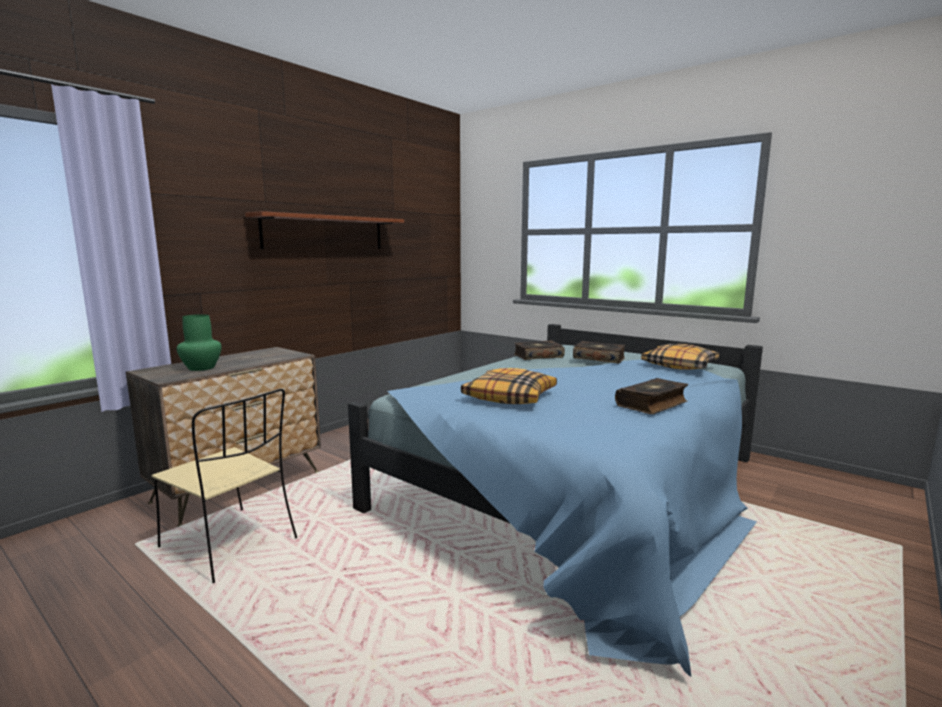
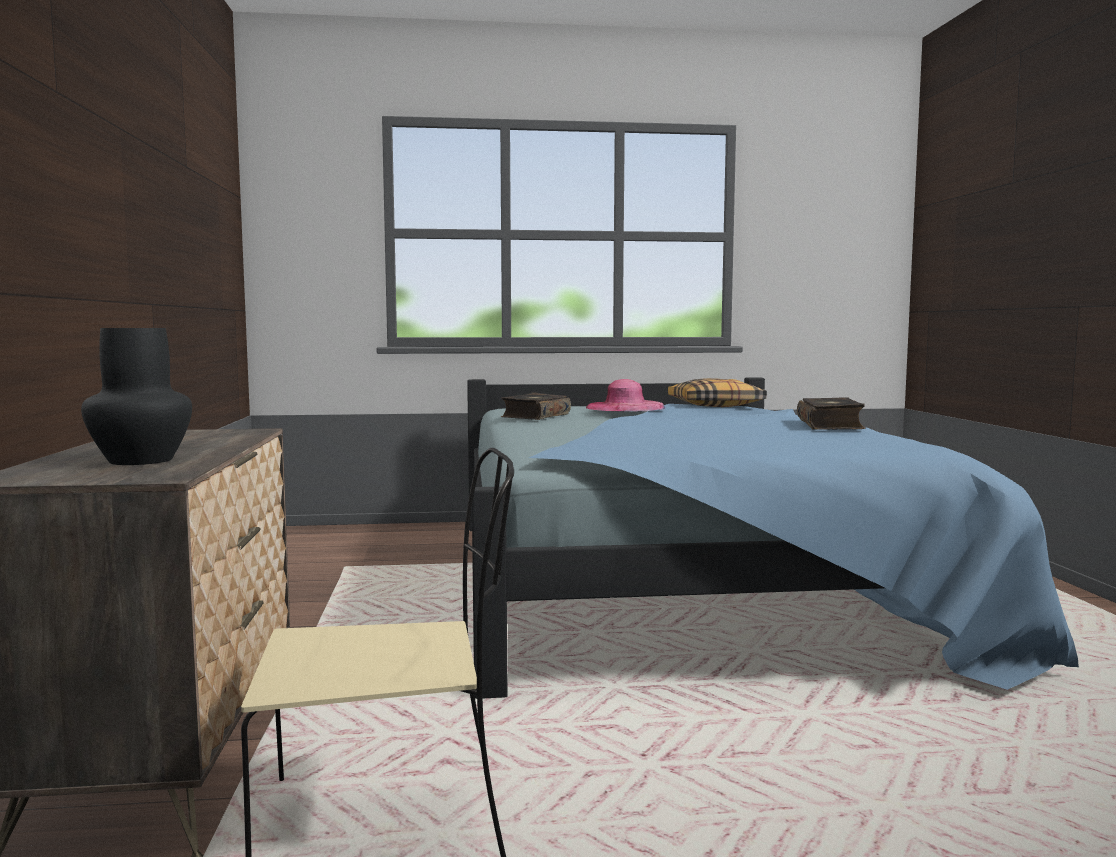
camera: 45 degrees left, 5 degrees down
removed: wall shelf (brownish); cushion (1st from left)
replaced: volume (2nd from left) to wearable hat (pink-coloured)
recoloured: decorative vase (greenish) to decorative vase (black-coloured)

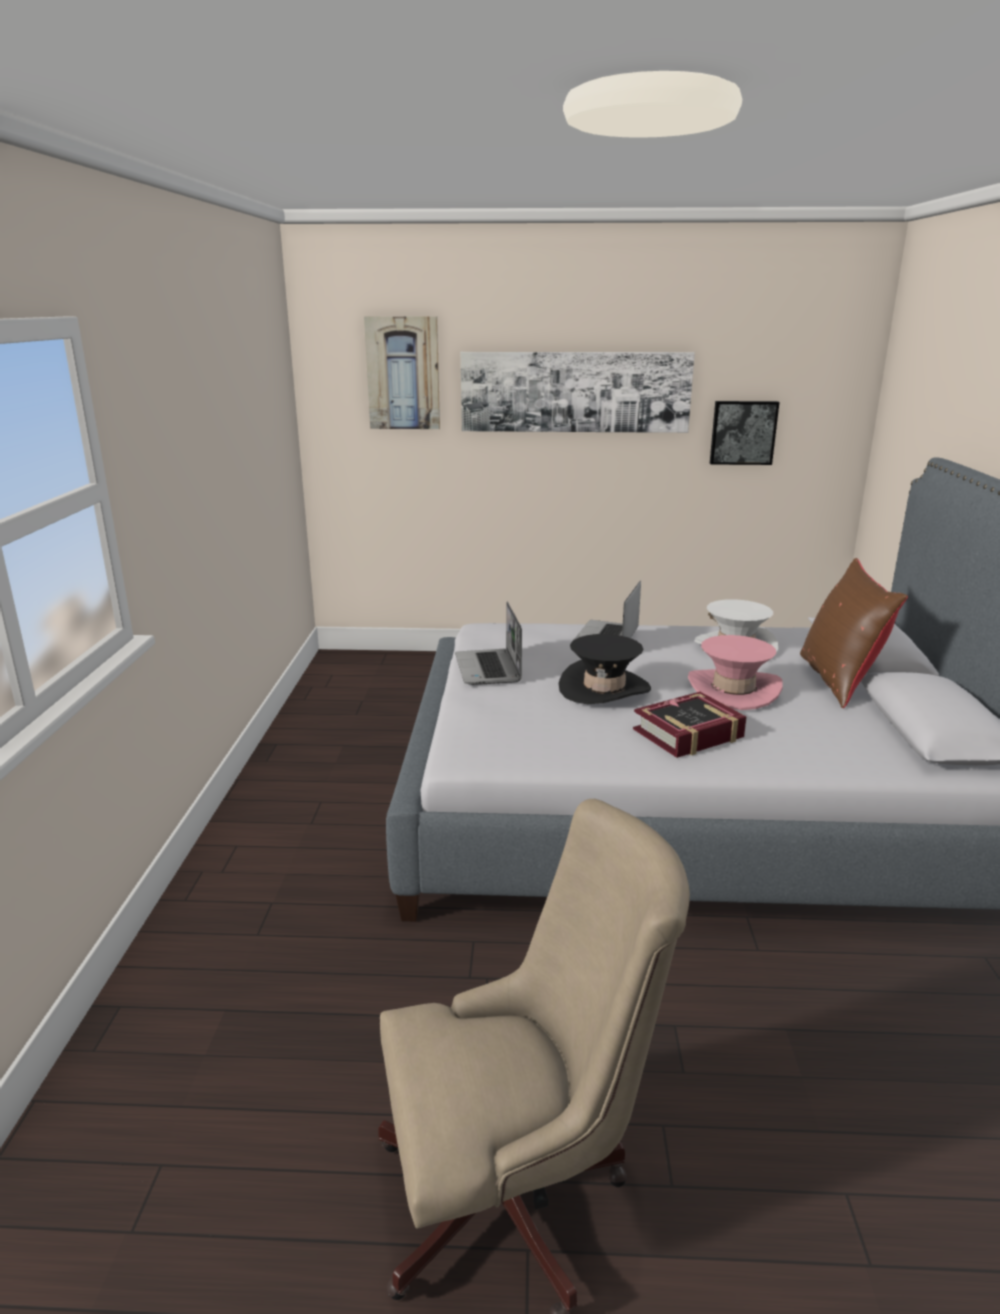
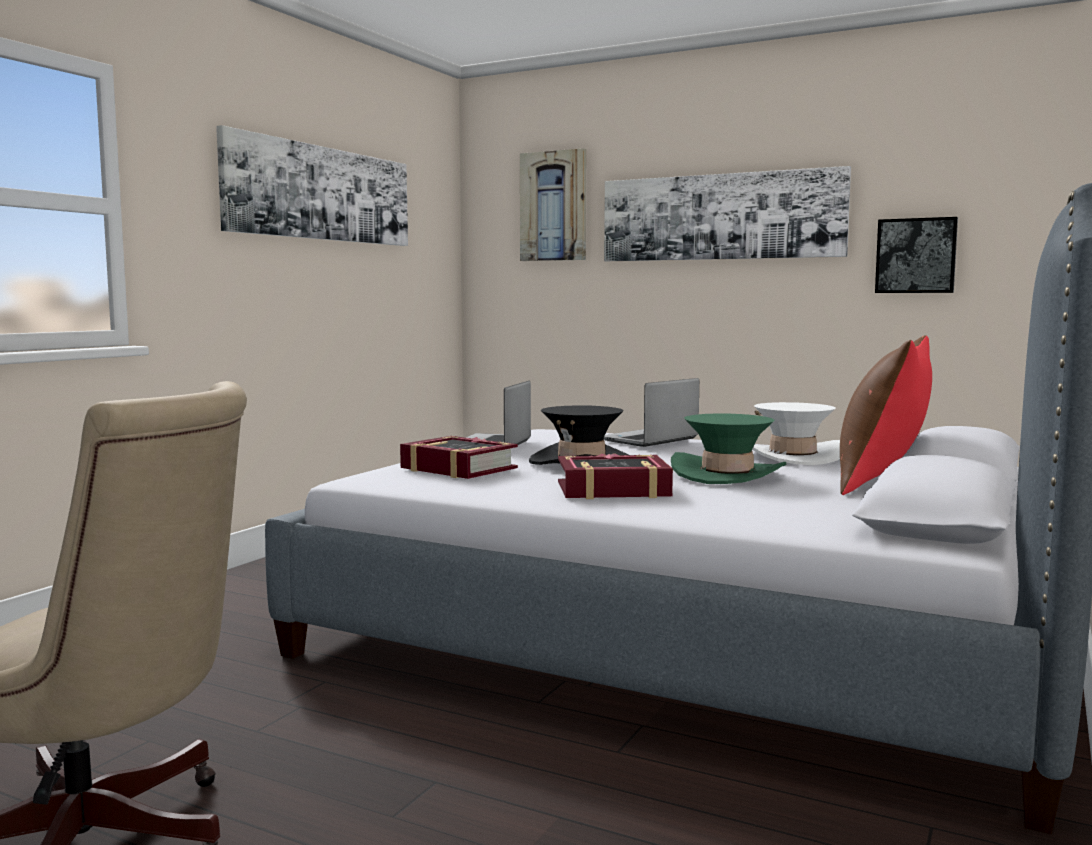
camera: 25 degrees right, 15 degrees down
added: wall picture (1st from left); volume (1st from left)
recoloured: wearable hat (pink-coloured) to wearable hat (greenish)

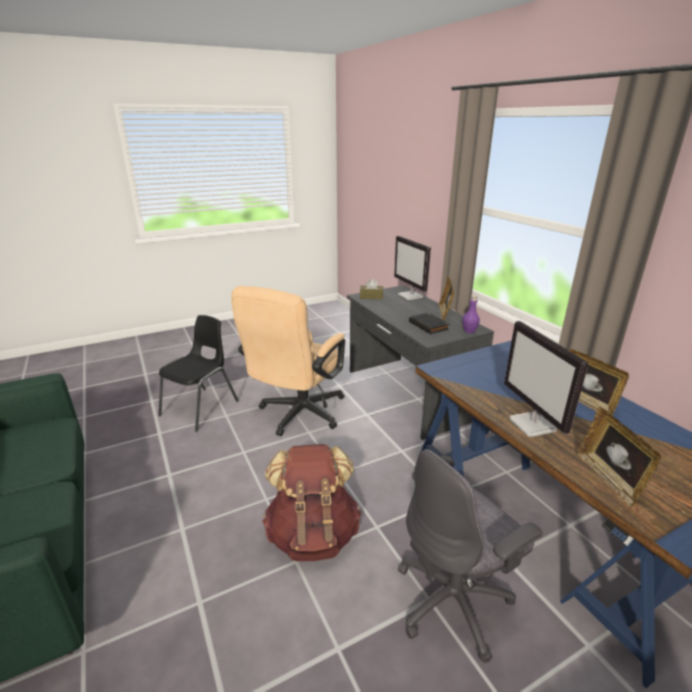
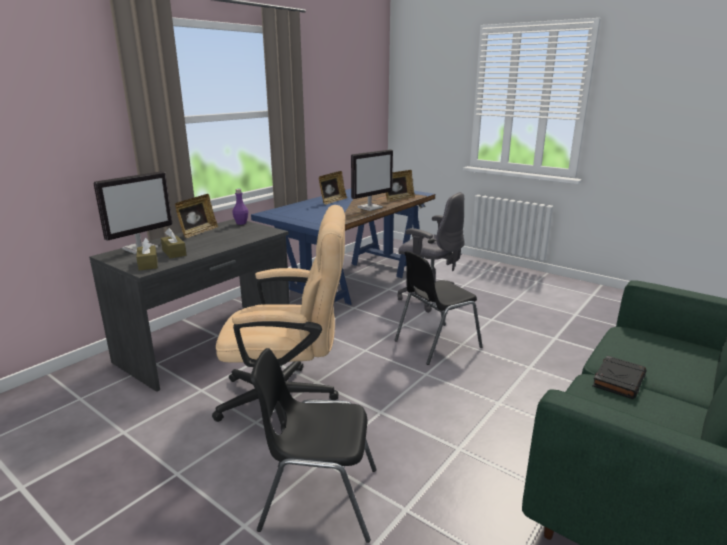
camera: 115 degrees left, 5 degrees down
added: tissue holder (brownish) (2nd from left)
moved: volume (black-coloured)
replaced: backpack (brownish) to plain chair (black-coloured) (2nd from left)
turned: standing frame (1st from left) 45 degrees counterclockwise

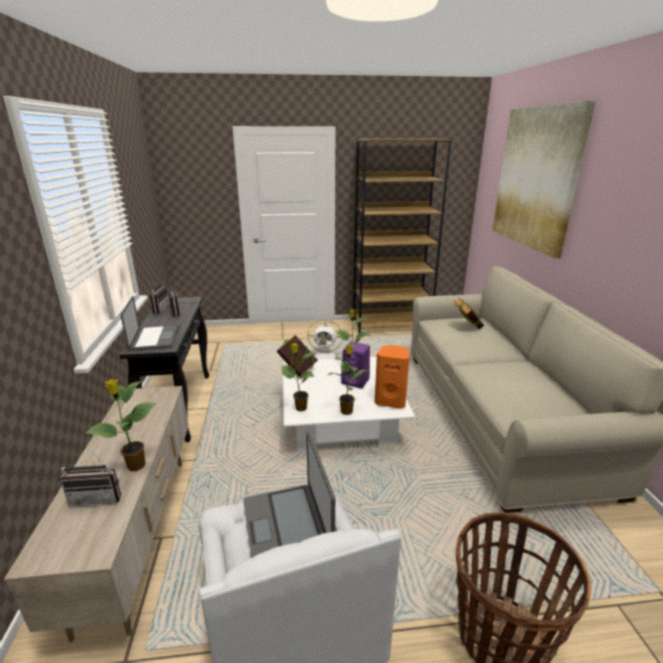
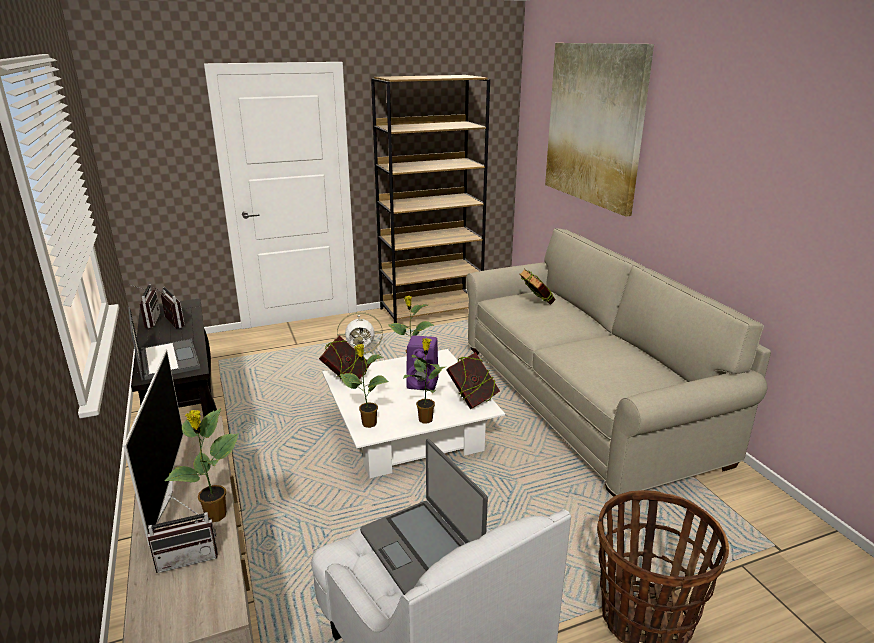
camera: 15 degrees left, 0 degrees up
added: television
replaced: audio speaker (orange) to volume (2nd from left)

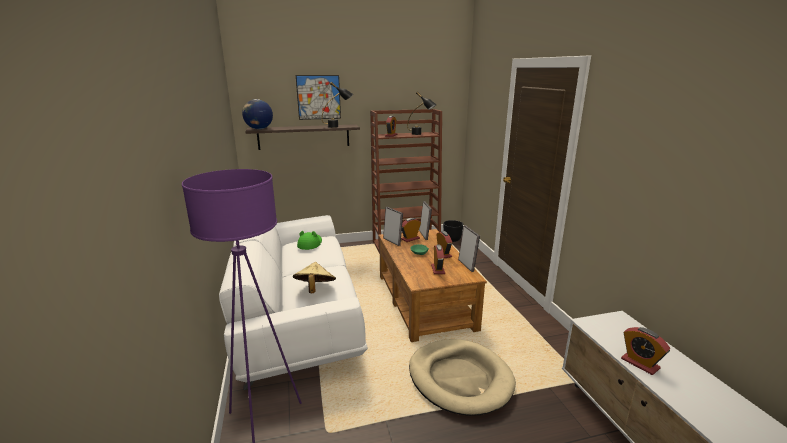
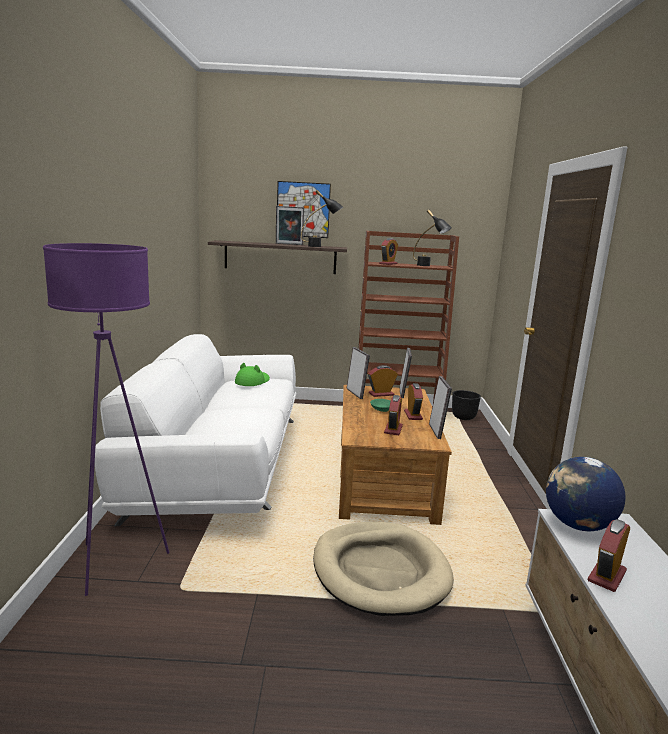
camera: 15 degrees right, 5 degrees down
removed: wearable hat (beige)
added: standing frame (1st from left)
moved: world globe
turned: bedside clock (5th from left) 60 degrees clockwise

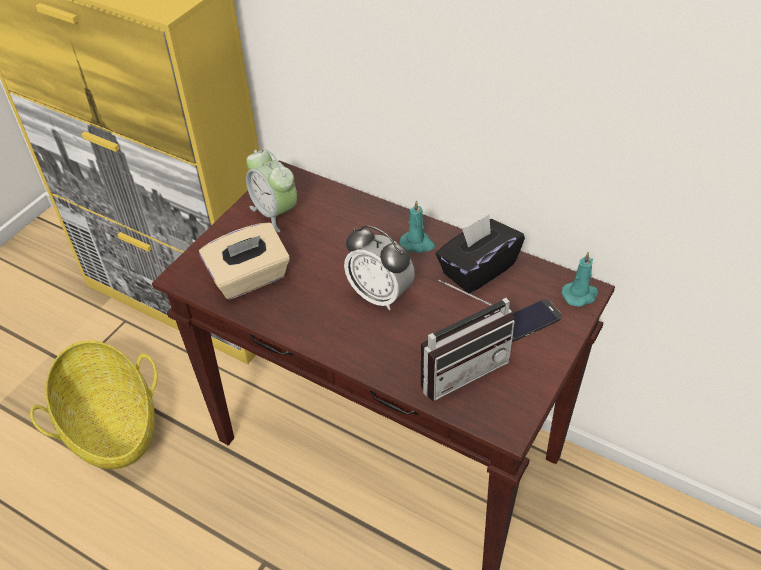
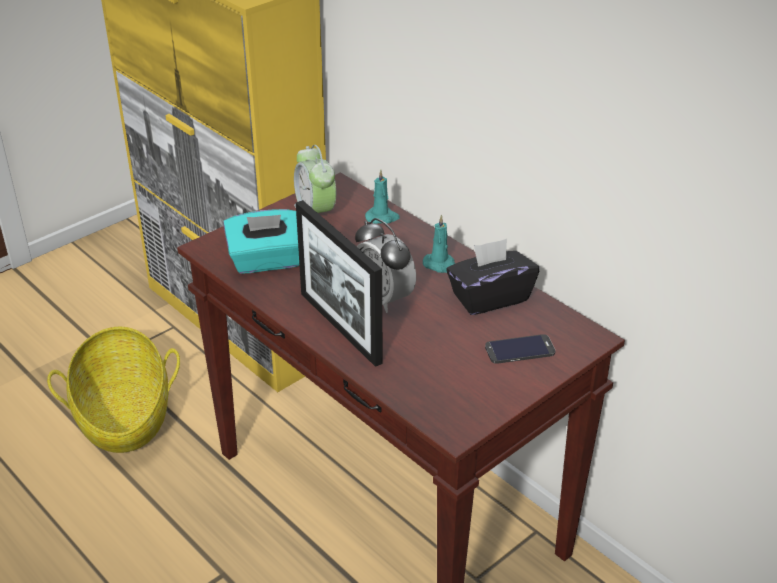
camera: 15 degrees right, 10 degrees down
removed: radio receiver
added: standing frame
moved: wax light (turquoise) (2nd from left in the first image) to wax light (turquoise) (1st from left)
recoloured: tissue holder (beige) to tissue holder (turquoise)

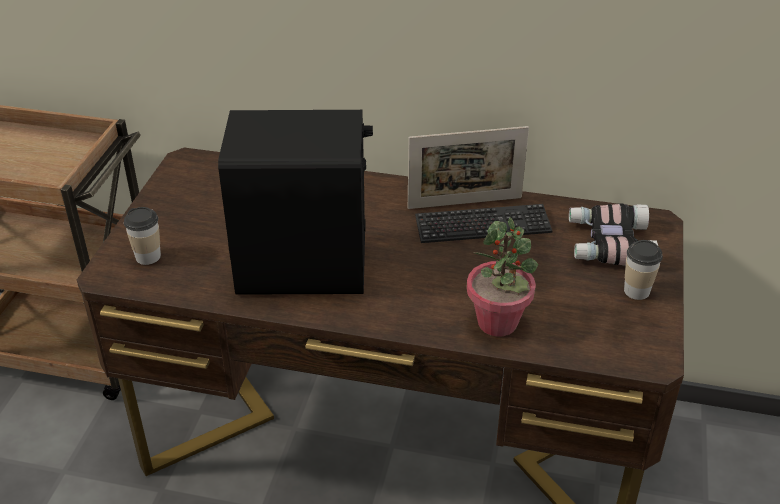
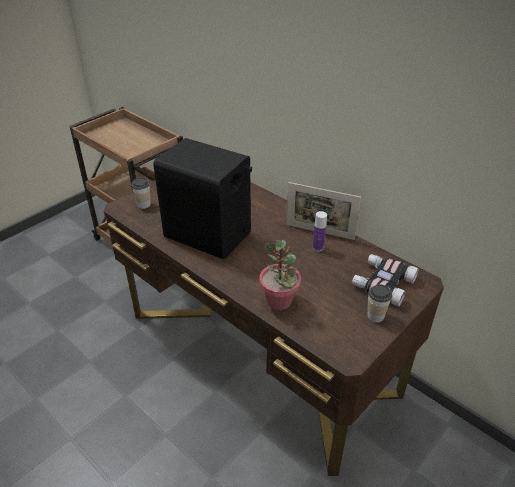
camera: 30 degrees right, 0 degrees up
replaced: computer keyboard to bottle

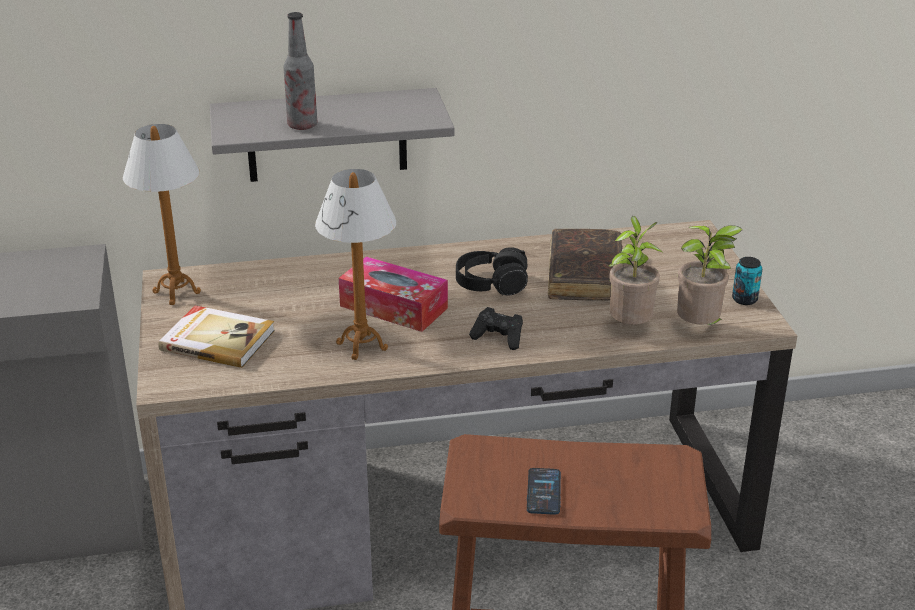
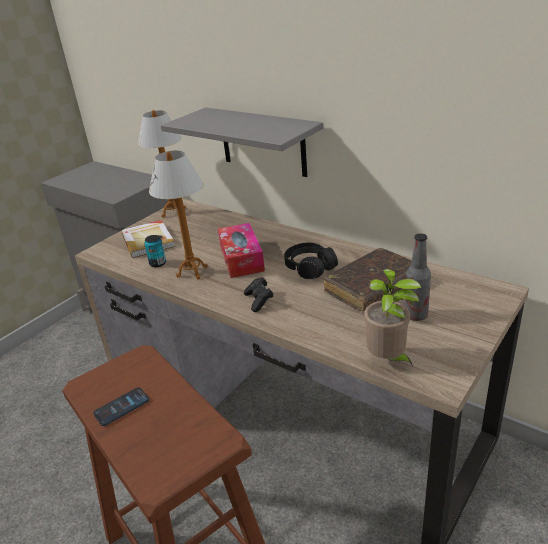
camera: 50 degrees right, 0 degrees up
removed: potted plant (1st from left)
moved: bottle; metal can

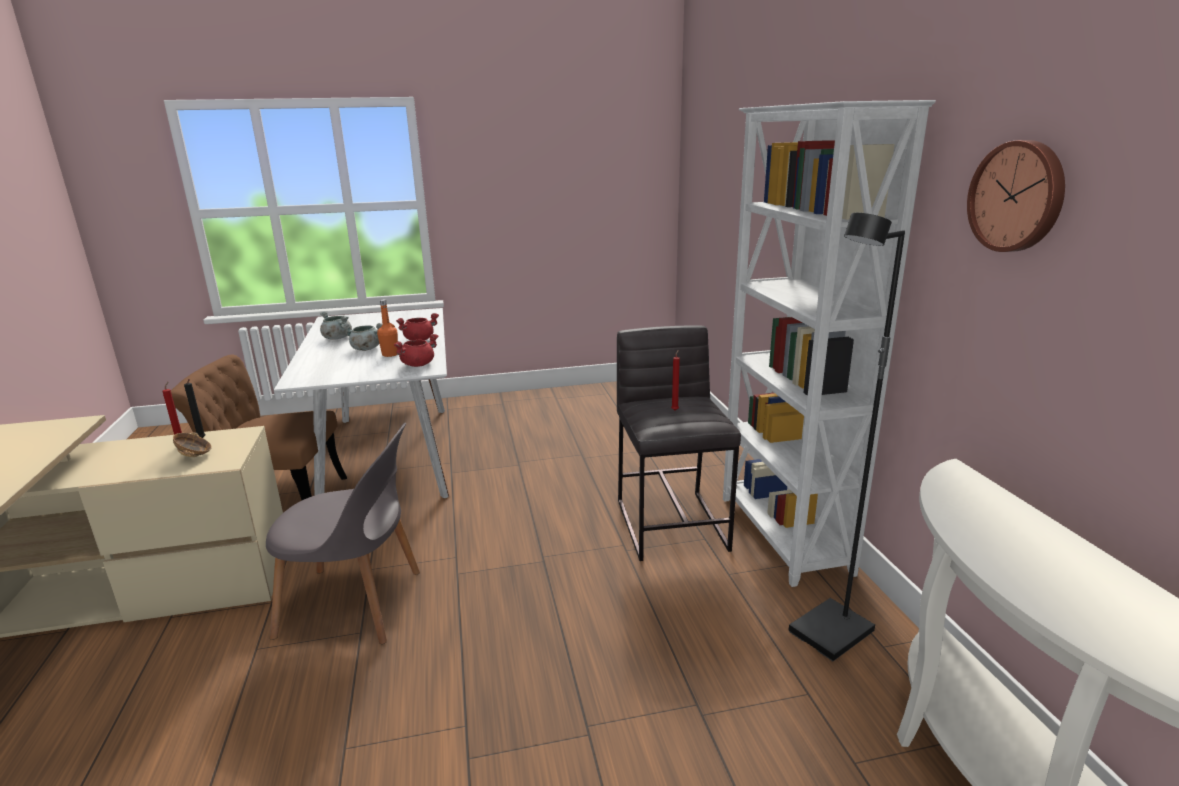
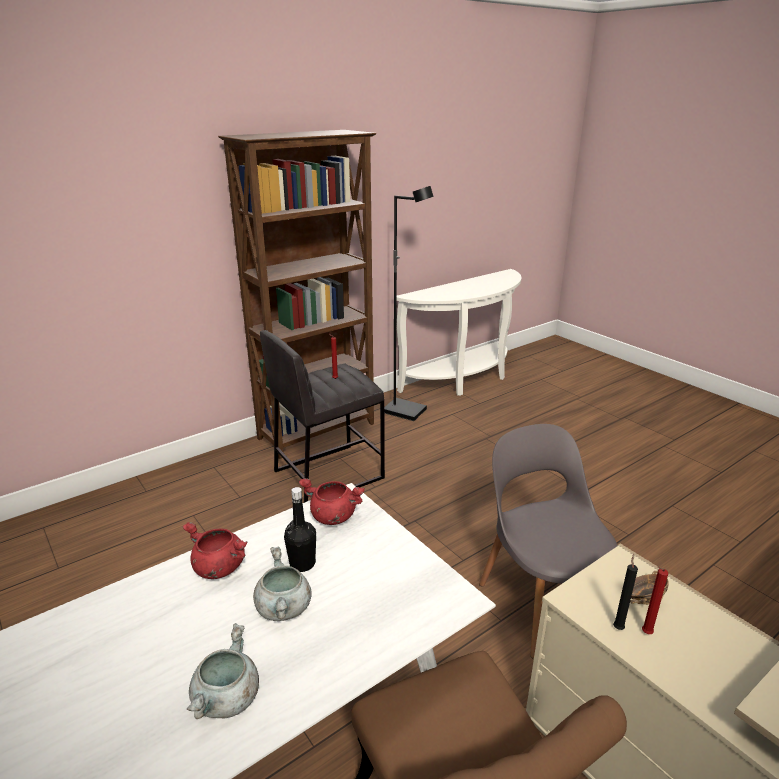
camera: 115 degrees left, 5 degrees up
removed: hanging clock
recoloured: bookshelf (white) to bookshelf (brownish); bottle (orange) to bottle (black-coloured)

